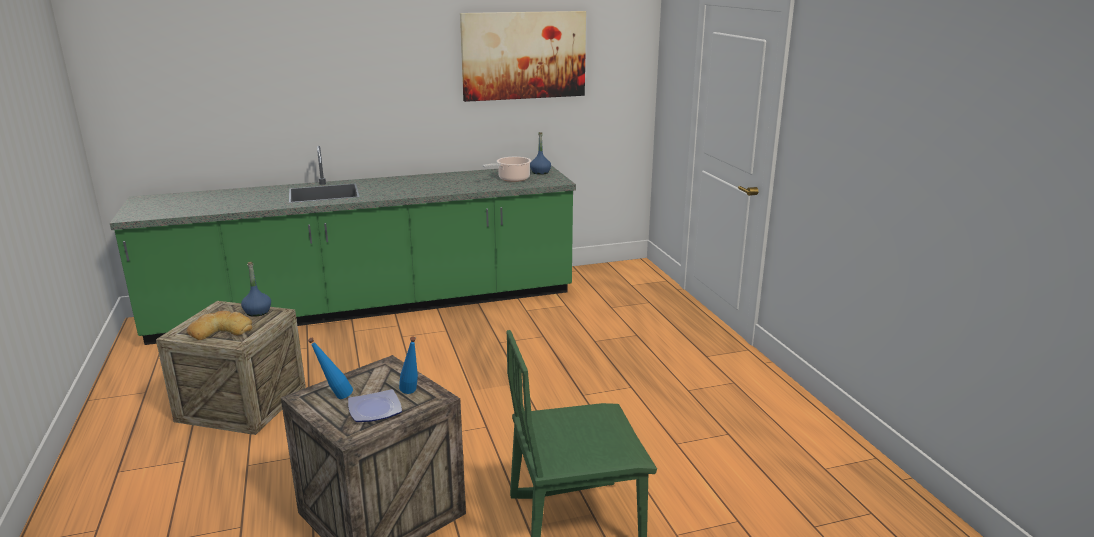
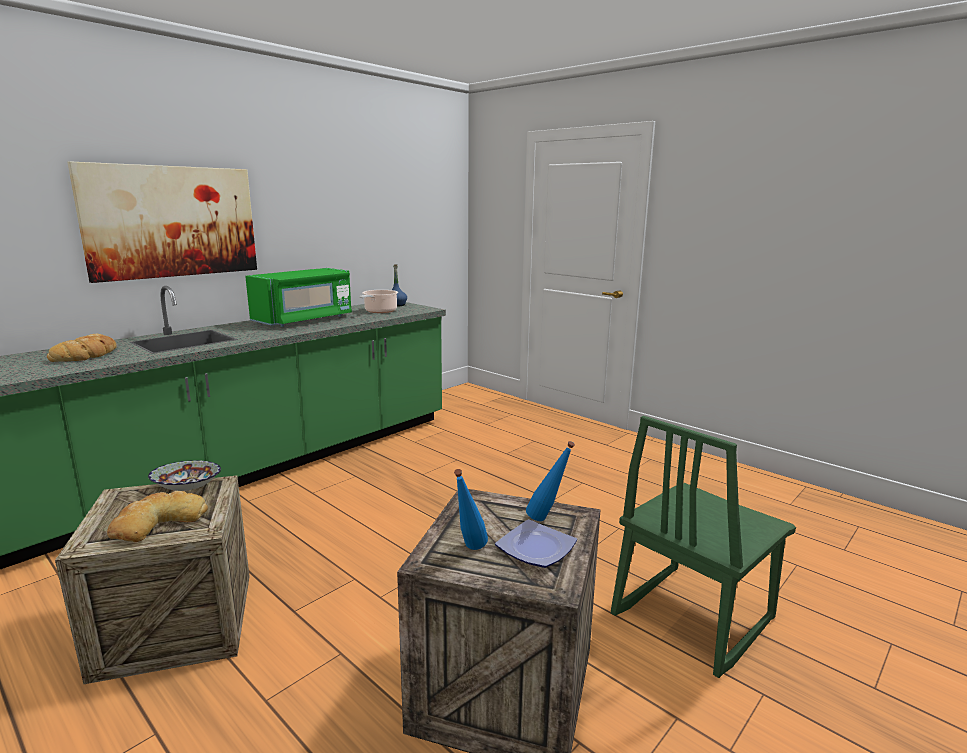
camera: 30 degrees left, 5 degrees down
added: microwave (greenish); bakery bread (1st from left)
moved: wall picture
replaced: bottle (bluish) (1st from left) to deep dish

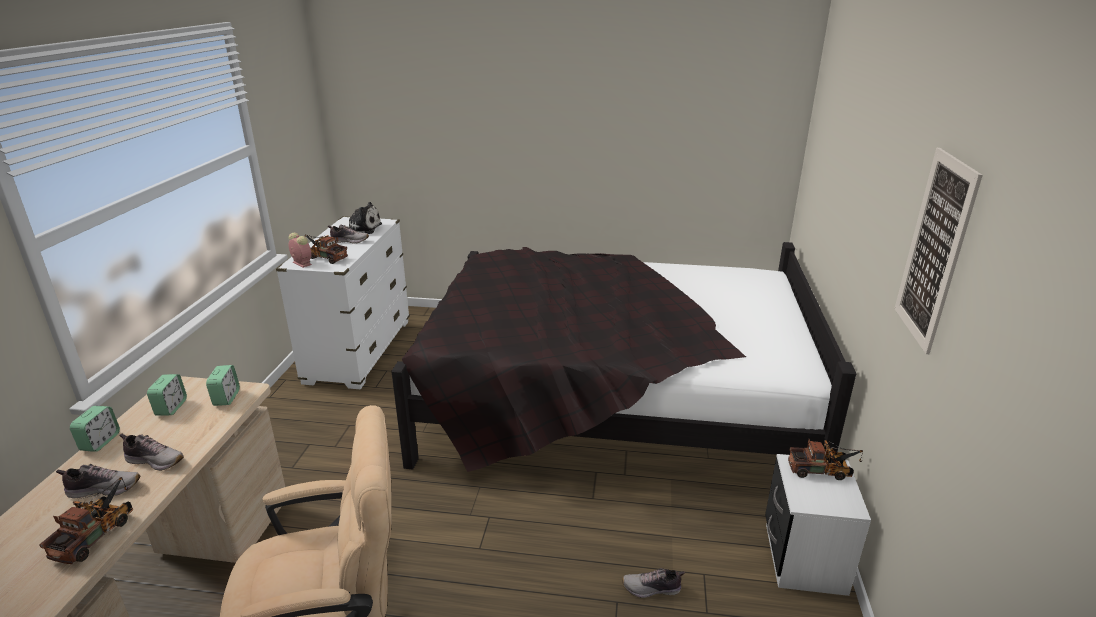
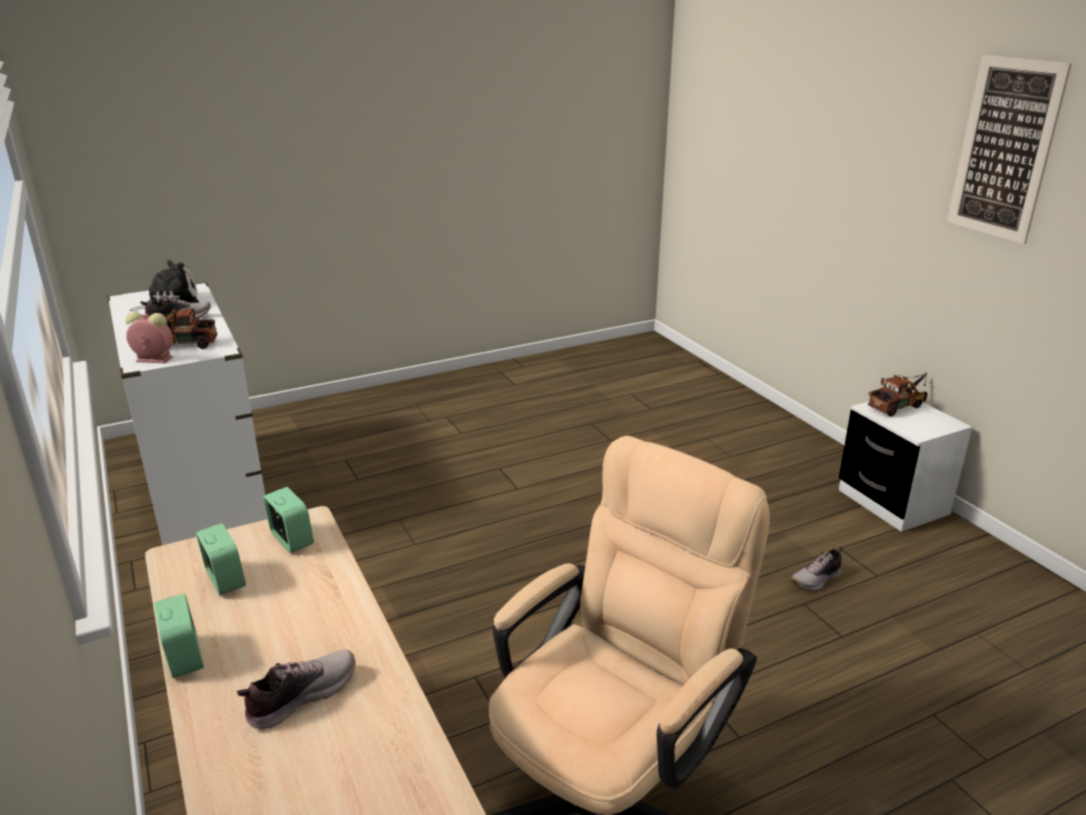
camera: 35 degrees left, 0 degrees up
removed: bedroom bed (black-coloured); item of footwear (2nd from left); toy lorry (1st from left)

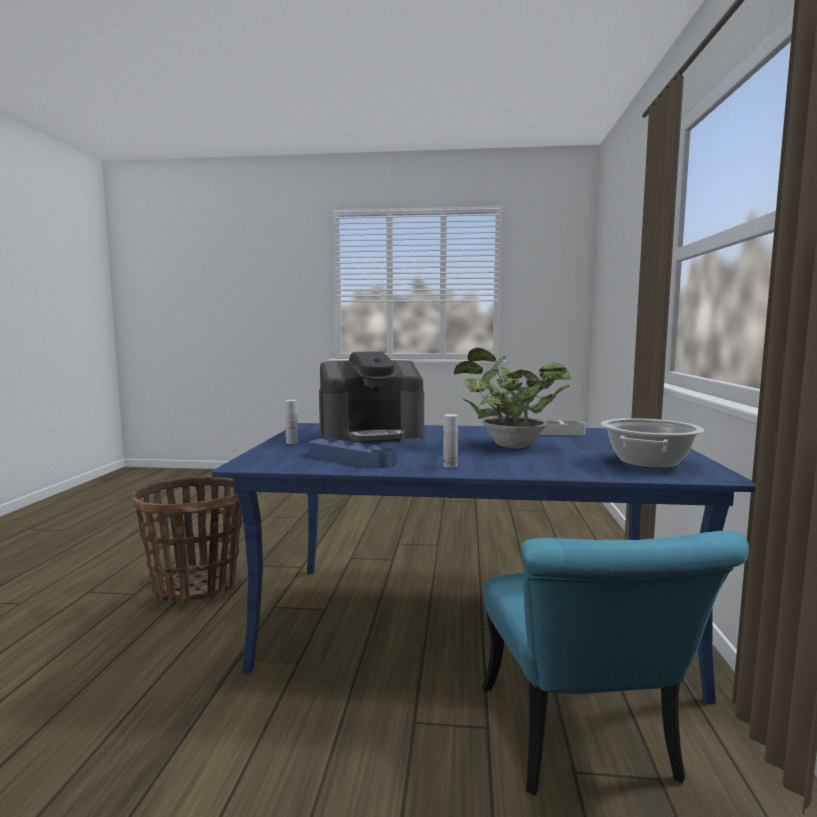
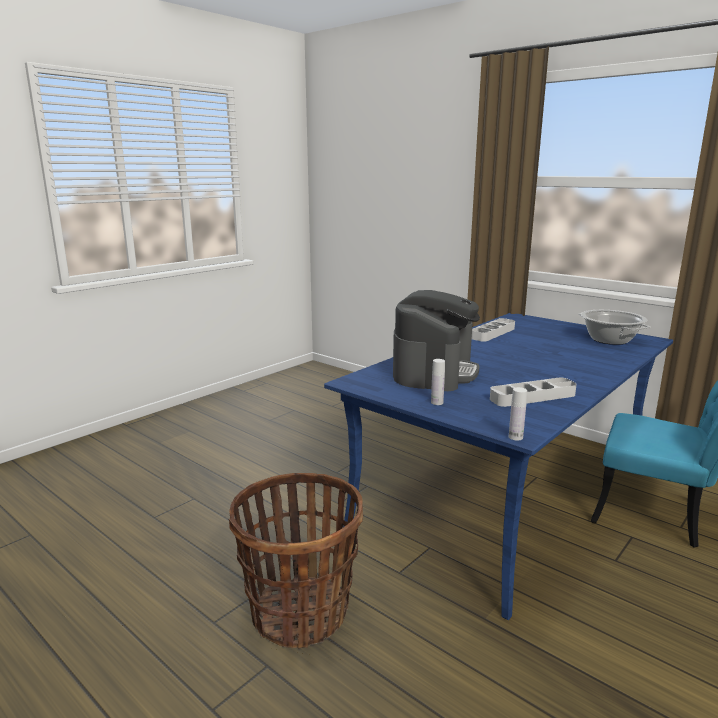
camera: 55 degrees left, 10 degrees up
removed: potted plant
moved: bottle (white) (2nd from left)
recoloured: tray (bluish) to tray (greyish) (2nd from left)

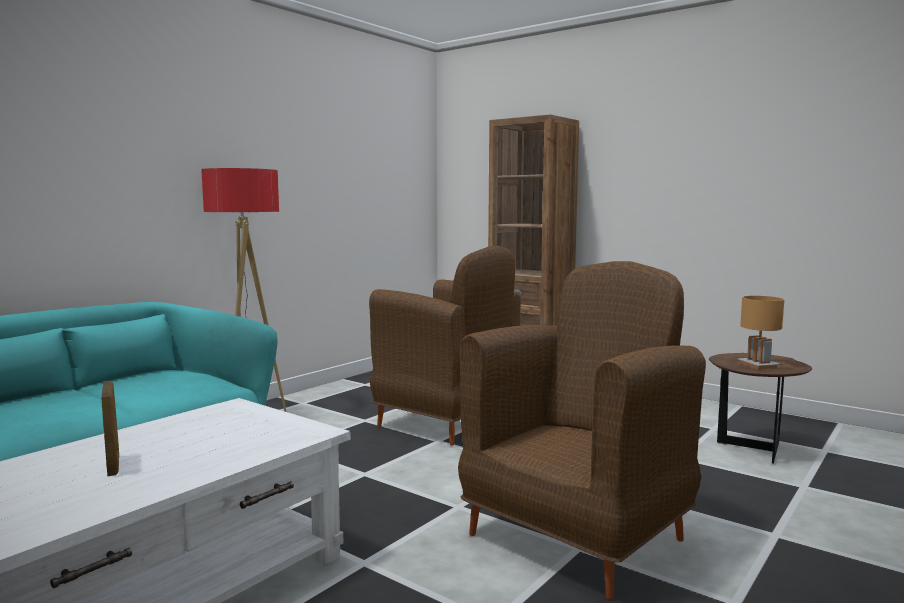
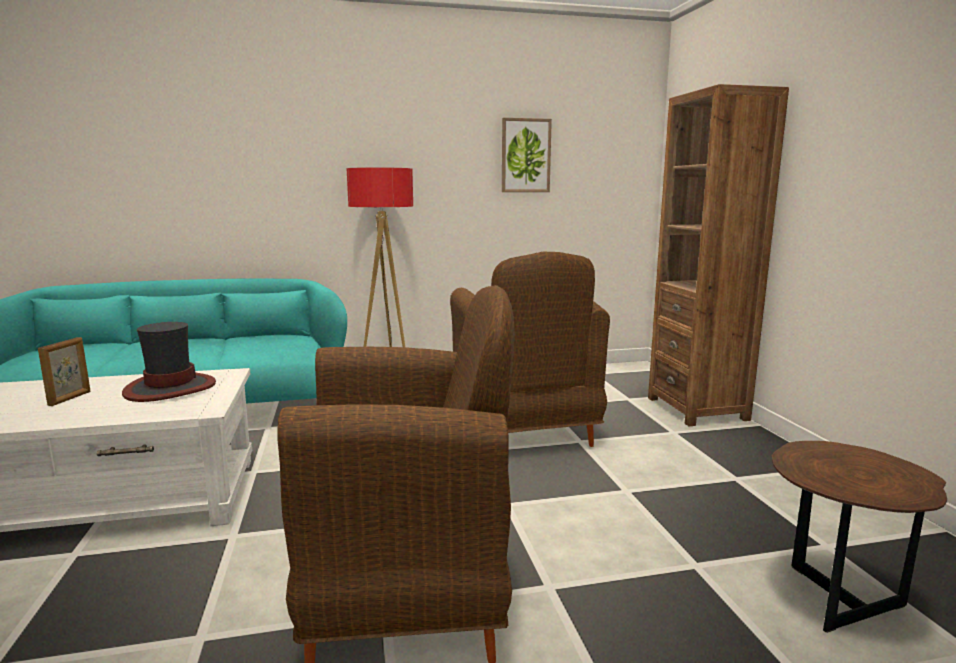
camera: 40 degrees right, 5 degrees up
removed: lamp for a table (brownish)
added: wall picture; wearable hat

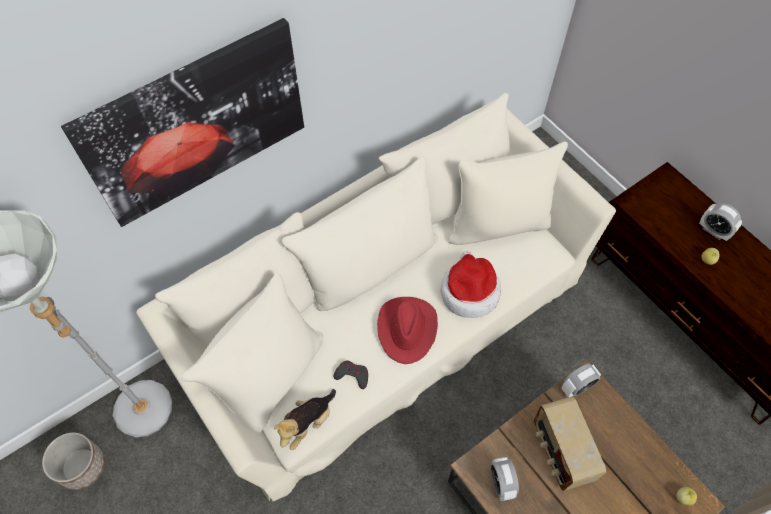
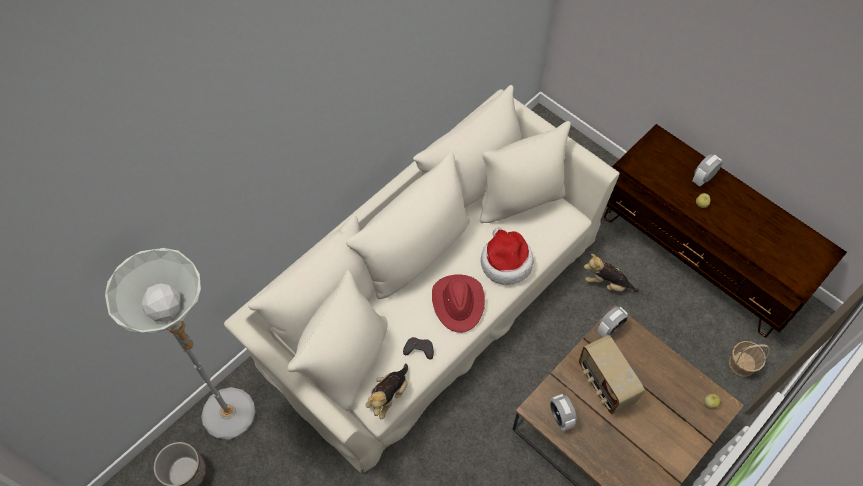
camera: 10 degrees left, 0 degrees up
removed: wall picture
added: plush toy (2nd from left); basket
turned: bedside clock (3rd from left) 105 degrees clockwise

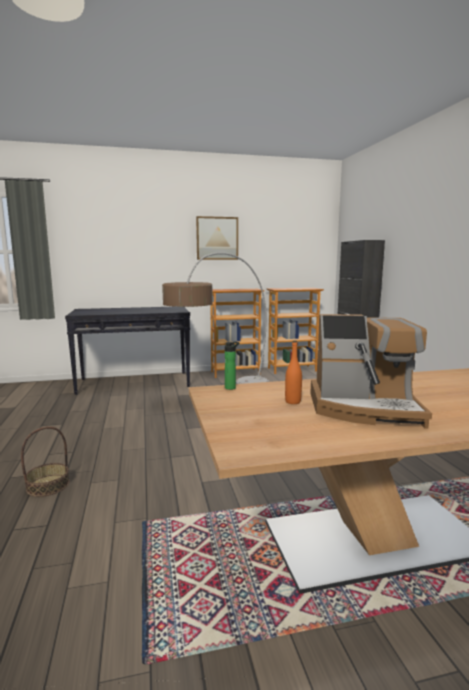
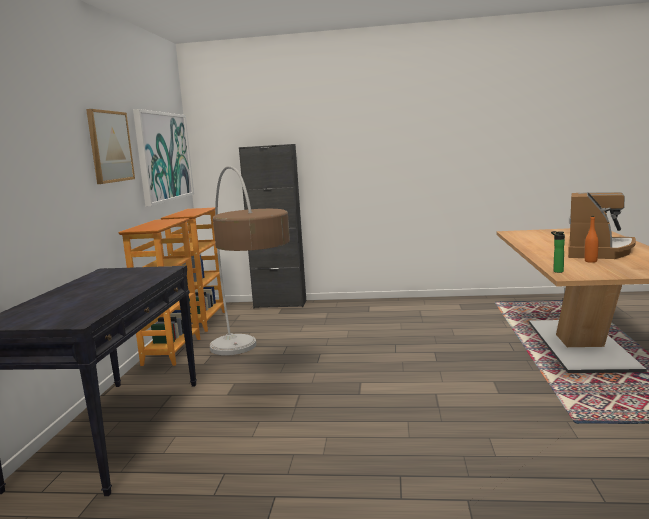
camera: 70 degrees left, 0 degrees up
removed: basket
added: wall picture (2nd from left)

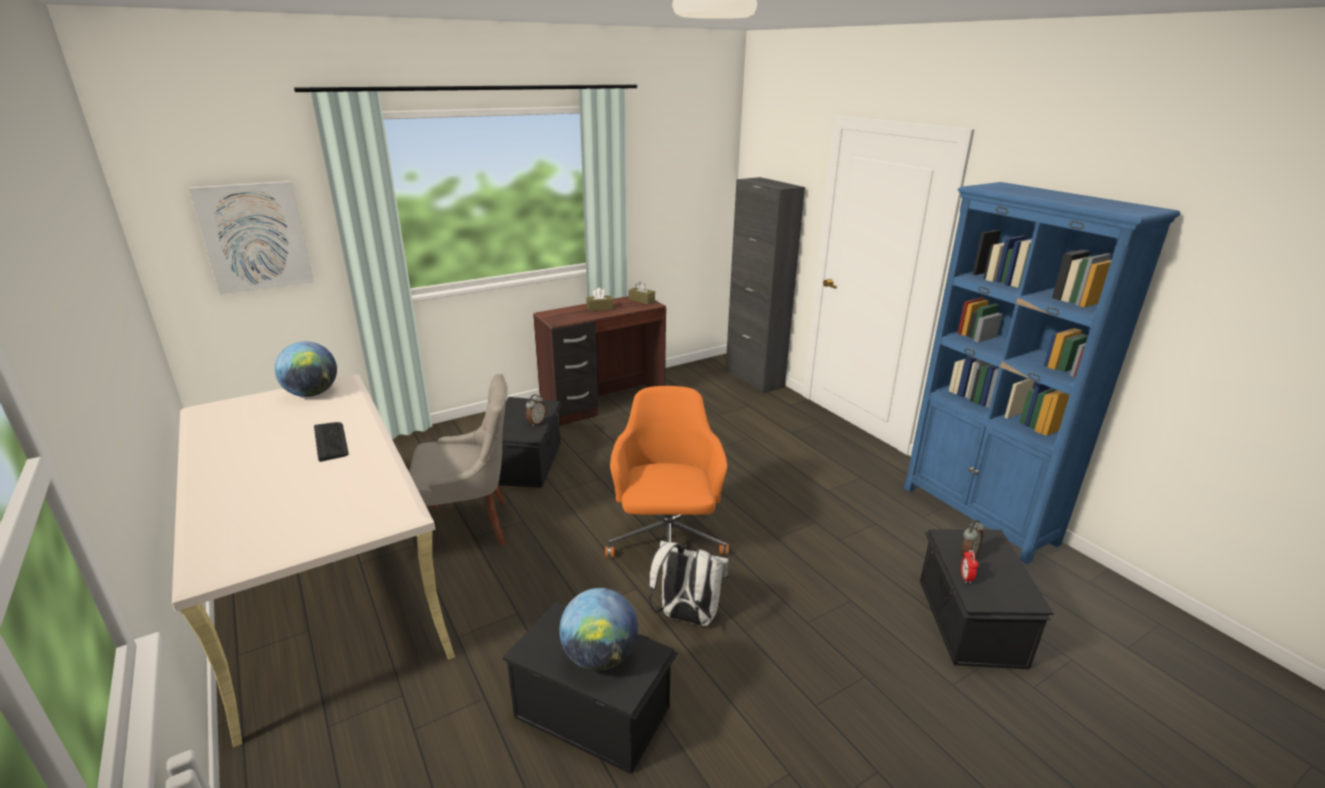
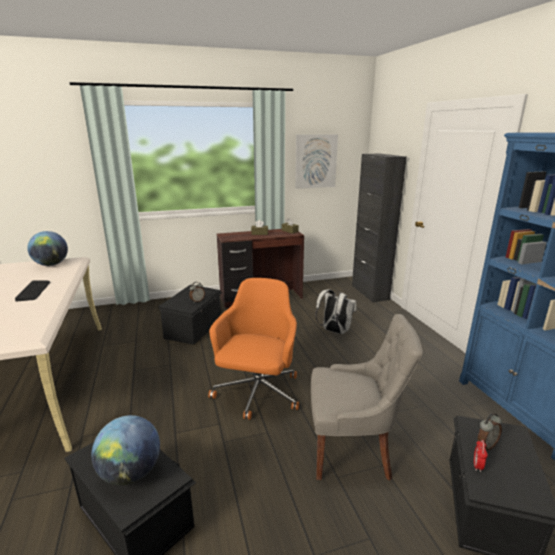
camera: 15 degrees right, 5 degrees down
moved: wall picture; plain chair (greyish); backpack (white)

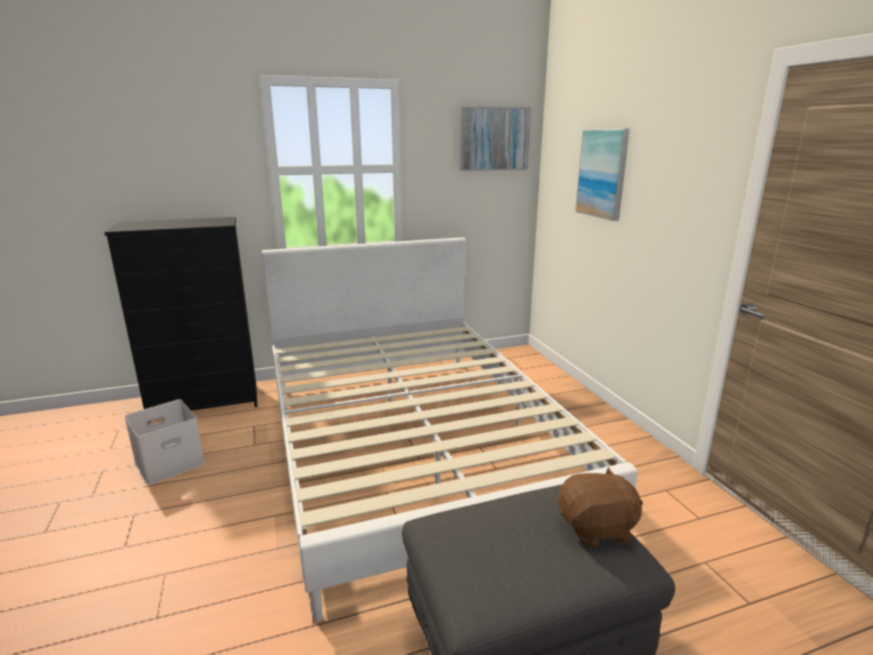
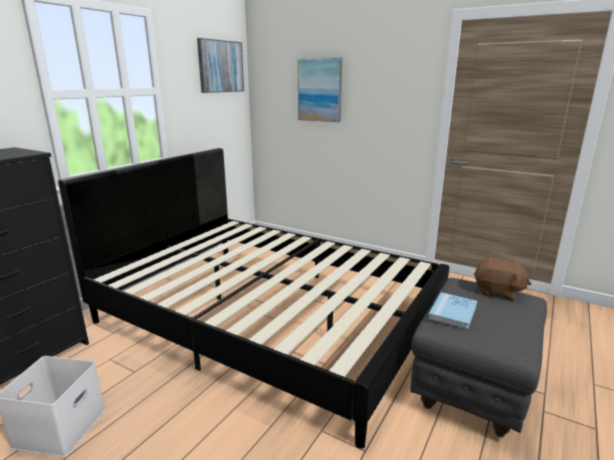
camera: 40 degrees left, 0 degrees up
added: volume (bluish)
recoloured: bedroom bed (white) to bedroom bed (black-coloured)
turned: plush toy (brownish) 75 degrees clockwise

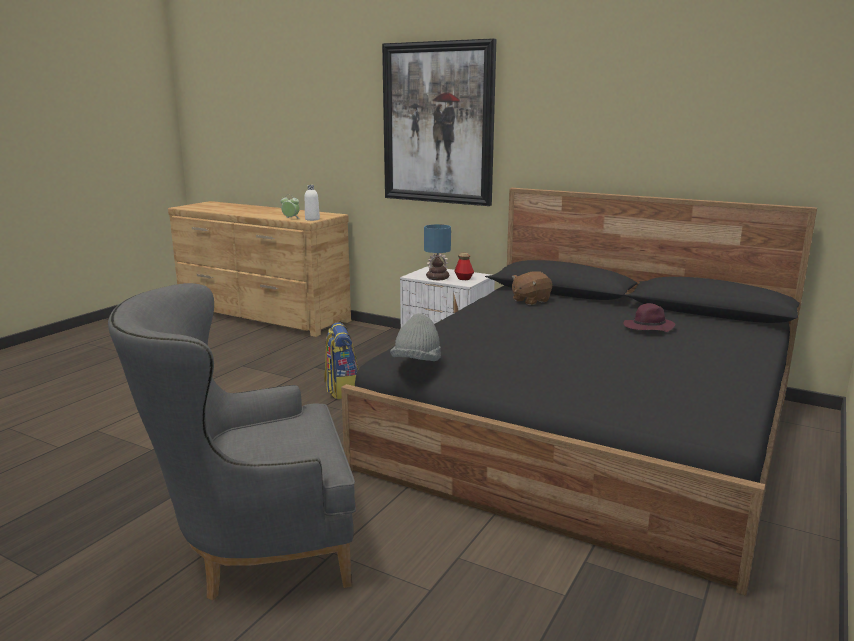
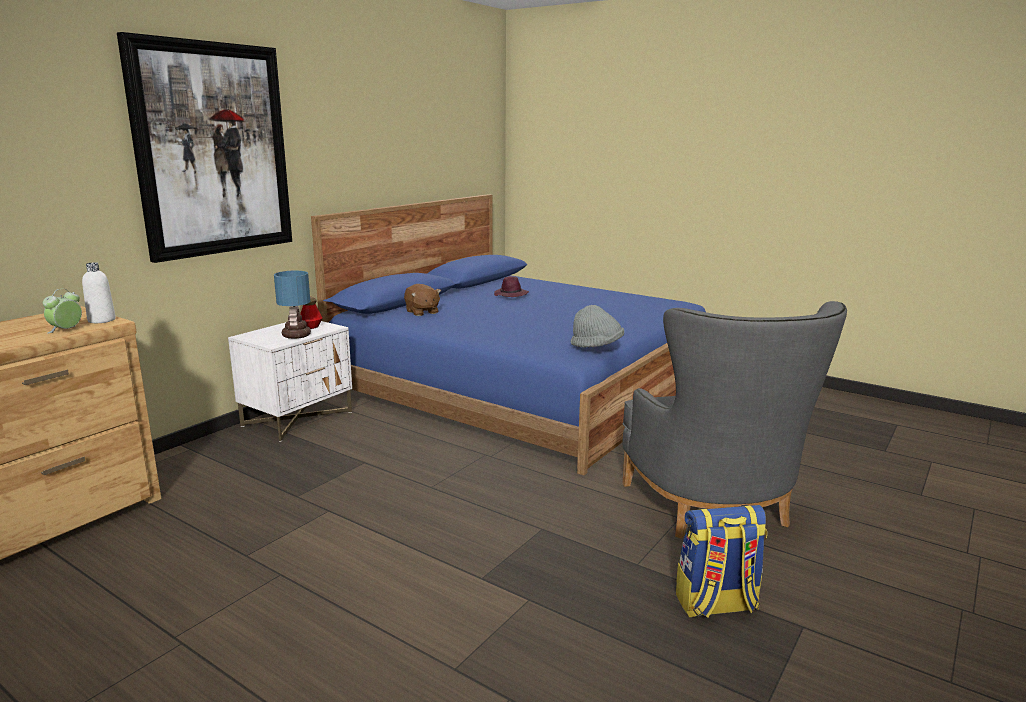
camera: 85 degrees left, 0 degrees up
moved: backpack
recoloured: bedroom bed (black-coloured) to bedroom bed (bluish)

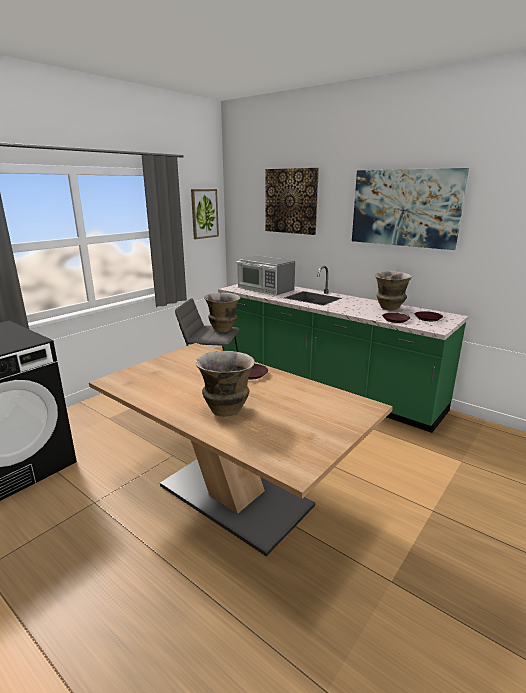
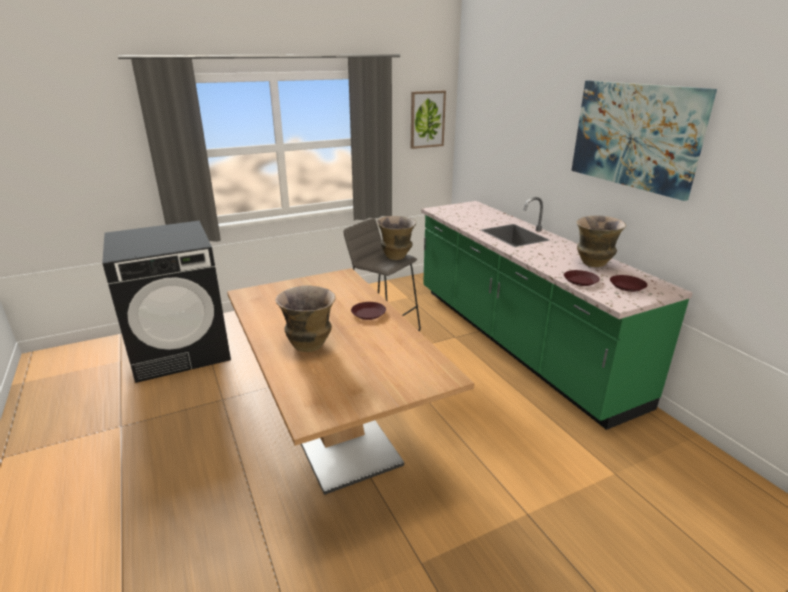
camera: 25 degrees right, 5 degrees up
removed: wall picture (2nd from left); microwave

